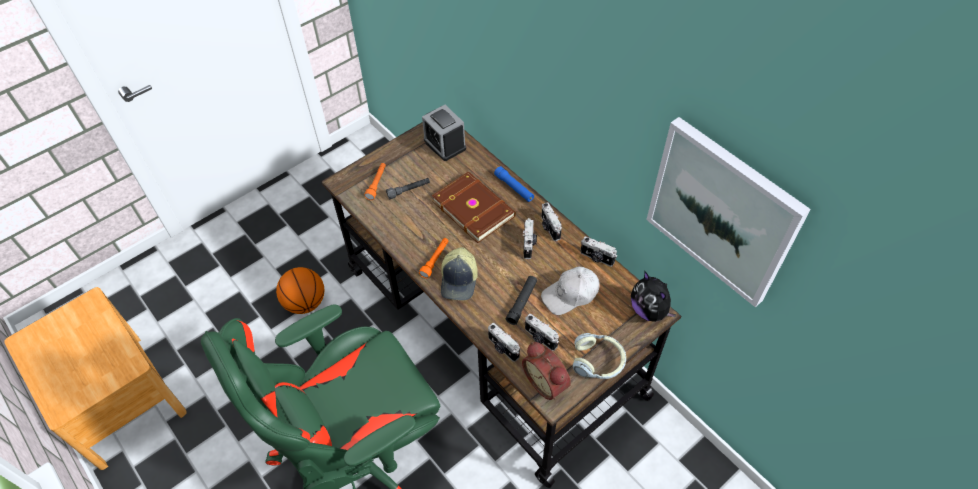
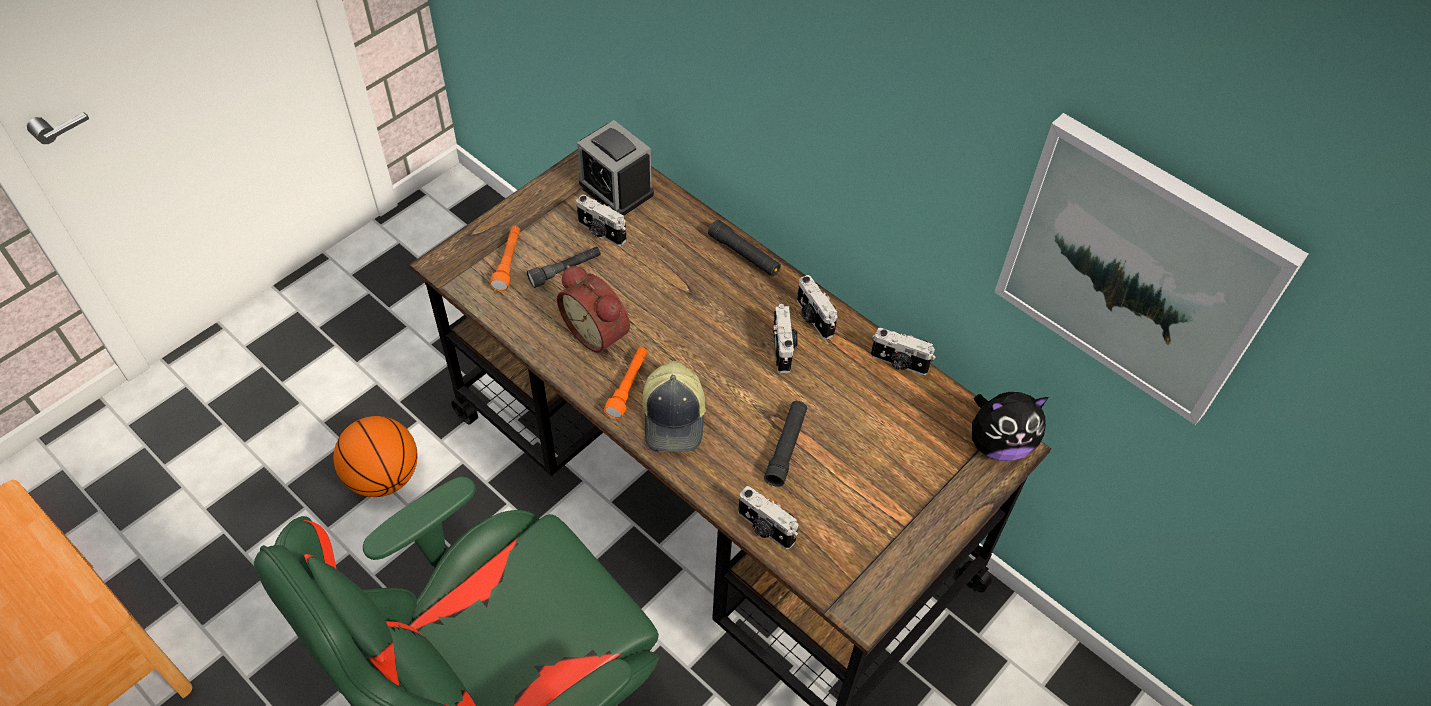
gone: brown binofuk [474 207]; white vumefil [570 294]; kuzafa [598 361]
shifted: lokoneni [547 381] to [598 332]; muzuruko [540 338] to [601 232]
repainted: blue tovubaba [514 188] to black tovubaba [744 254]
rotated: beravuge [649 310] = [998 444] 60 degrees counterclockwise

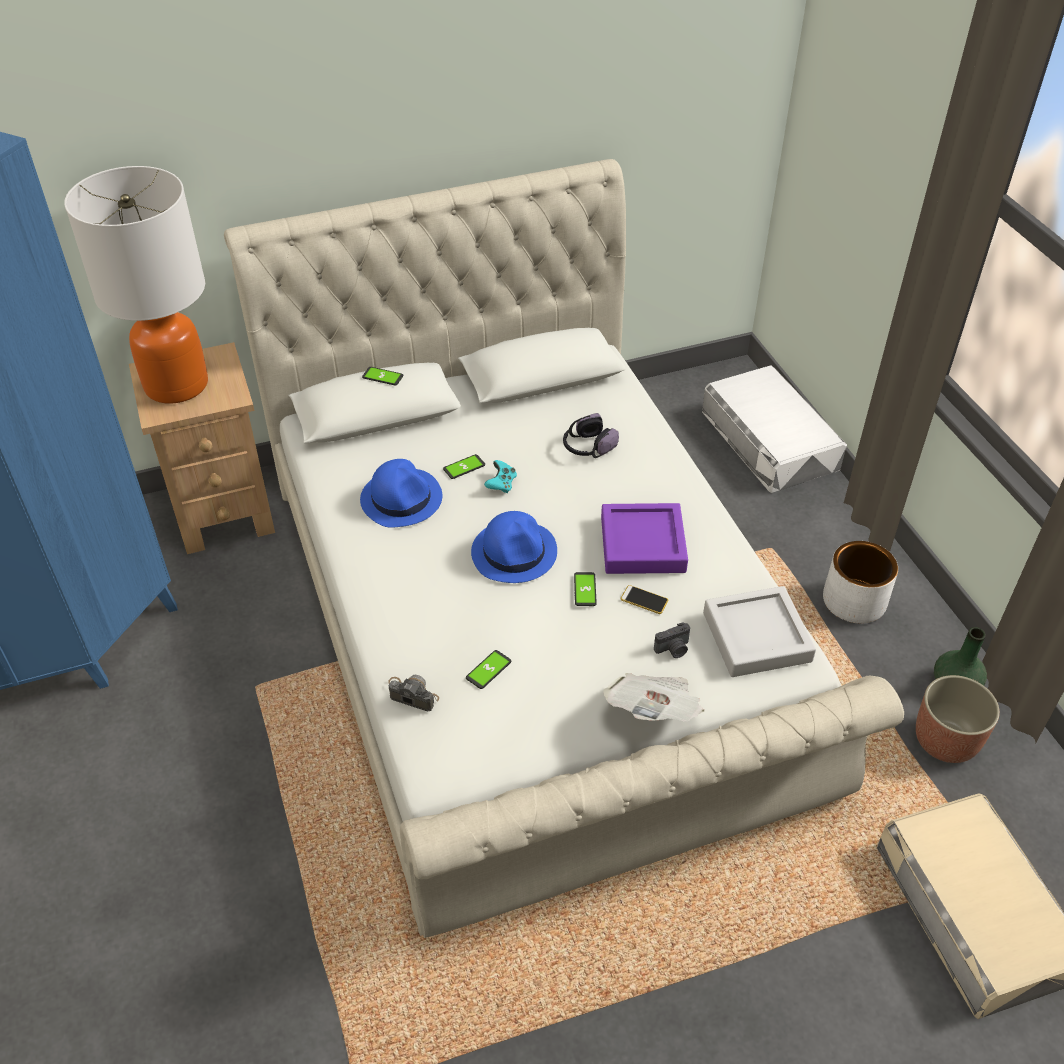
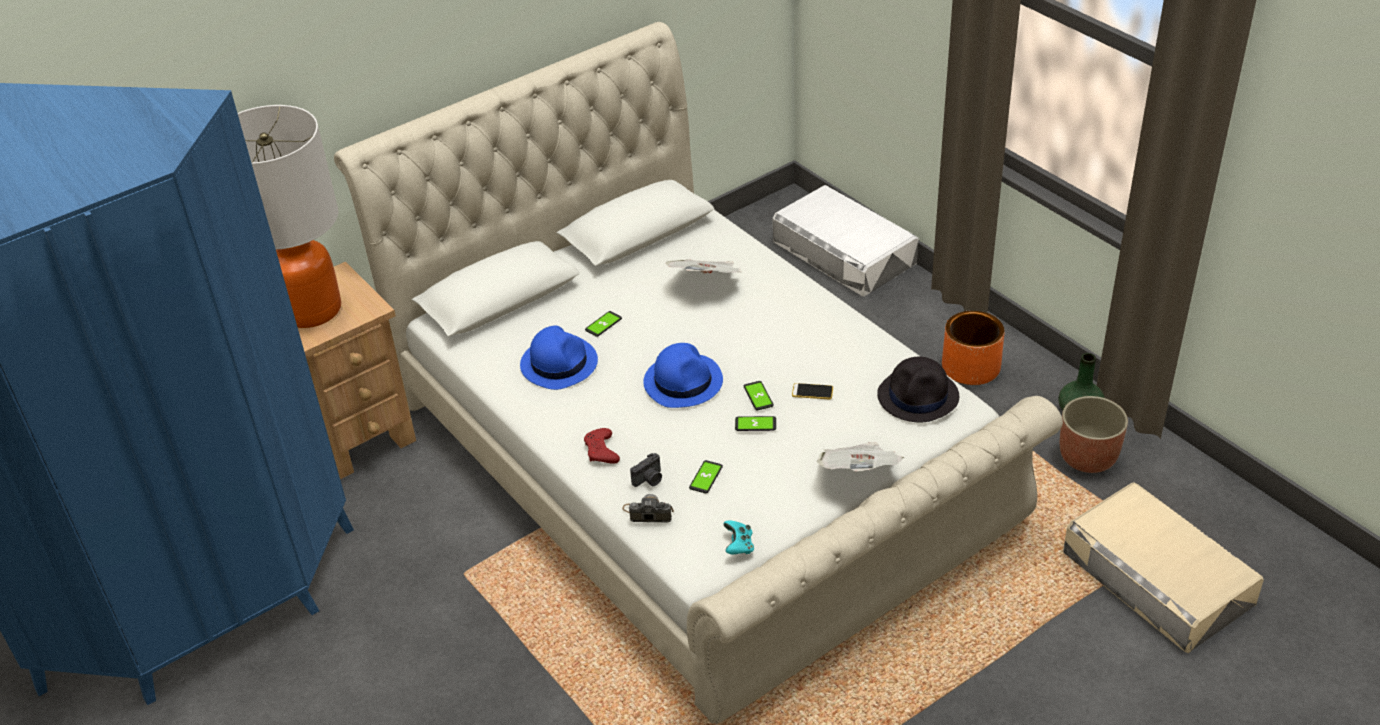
gone: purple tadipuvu [642 544]
new: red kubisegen [601 450]
shifted: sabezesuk [382 377] to [755 424]; turquoise kubisegen [501 484] to [739 546]; muzuruko [673 649] to [649 480]
swapped: kuzafa [587 447] to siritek [707 282]; grey tadipuvu [756 637] to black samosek [918 396]
repainted: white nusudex [854 601] to orange nusudex [971 368]

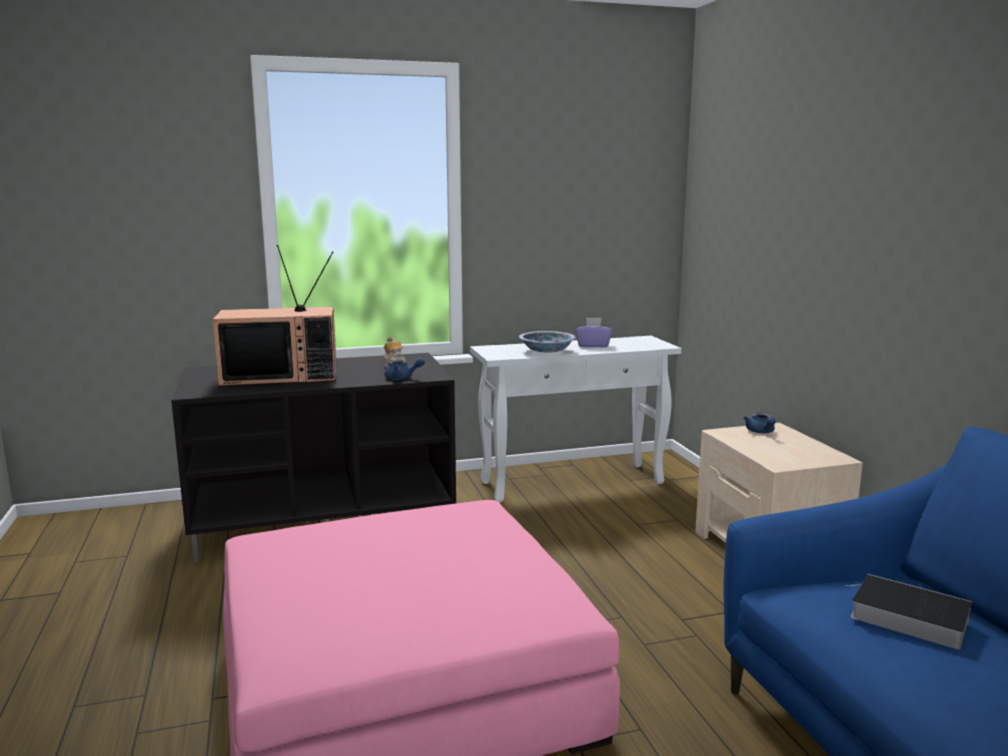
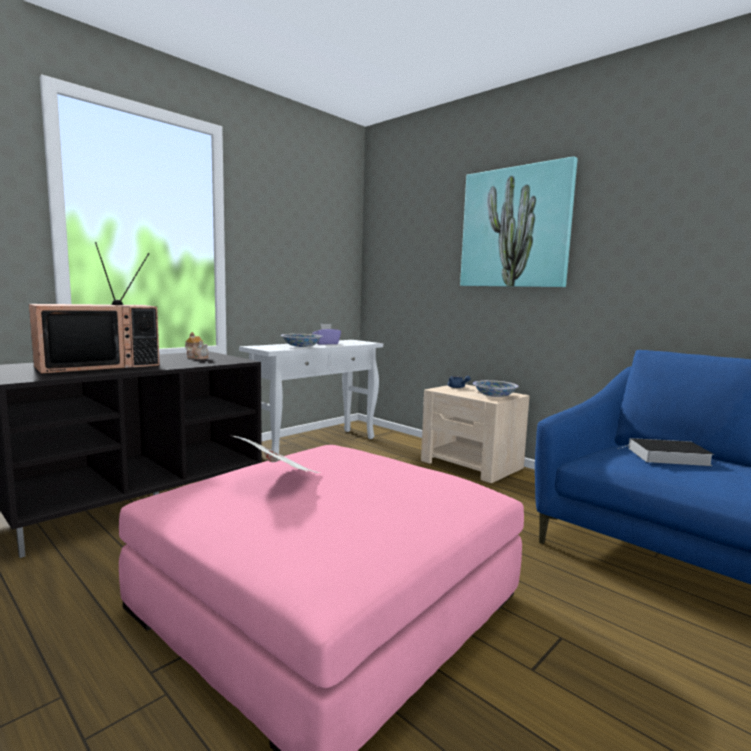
gone: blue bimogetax [402 378]
new: siritek [276 477]; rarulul [515 228]; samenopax [494 396]

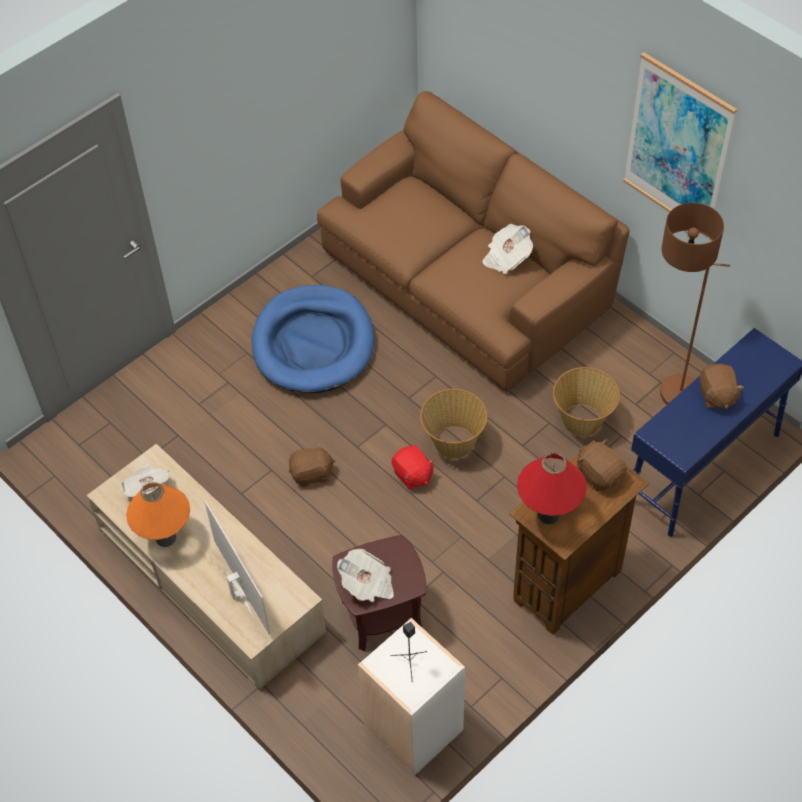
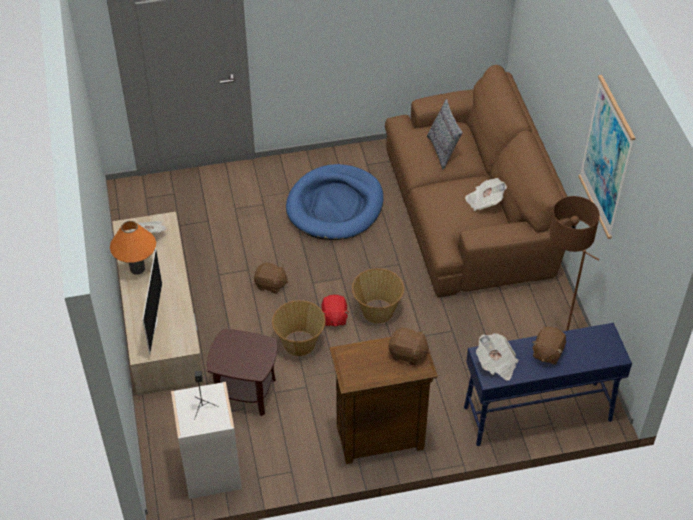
gone: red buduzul [548 514]
new: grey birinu [442 151]
shifted: siritek [367 584] to [496 364]; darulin [582 420] to [299 344]
rotated: brown beravuge [599 475] = [408 354] 120 degrees clockwise

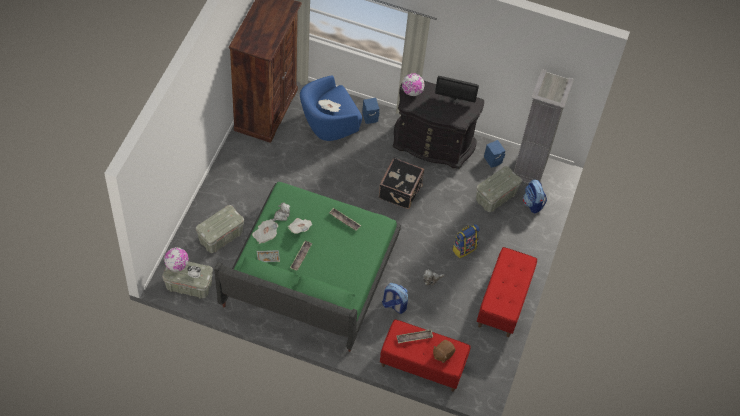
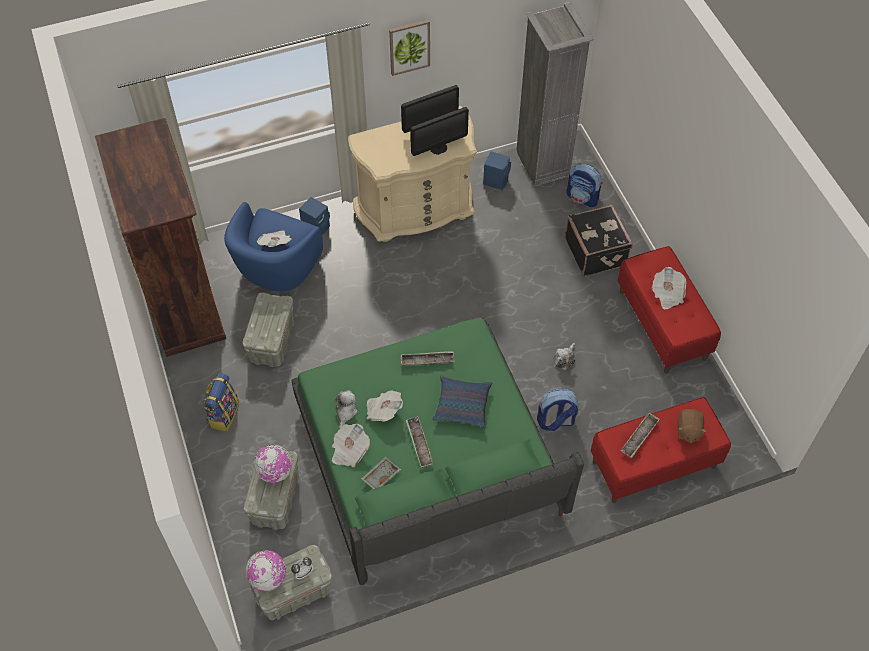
new: rarulul [409 47]; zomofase [438 148]; blue birinu [462 405]; siritek [667 294]
shifted: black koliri [401 191] to [596 251]; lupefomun [412 92] to [275 472]; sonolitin [464 248] to [223 414]; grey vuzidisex [496 197] to [272 341]
repainted: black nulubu [431 147] to beige nulubu [417 212]

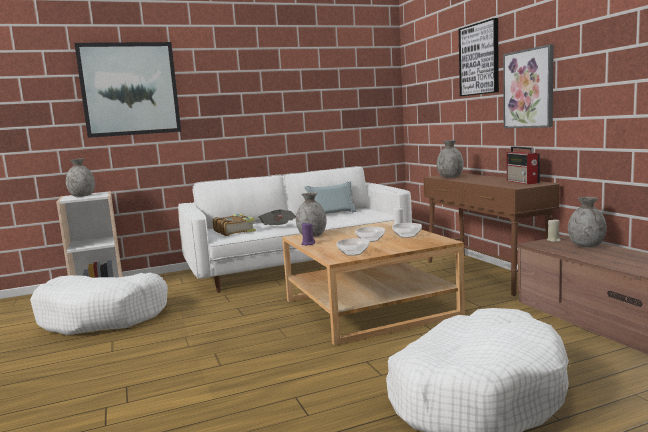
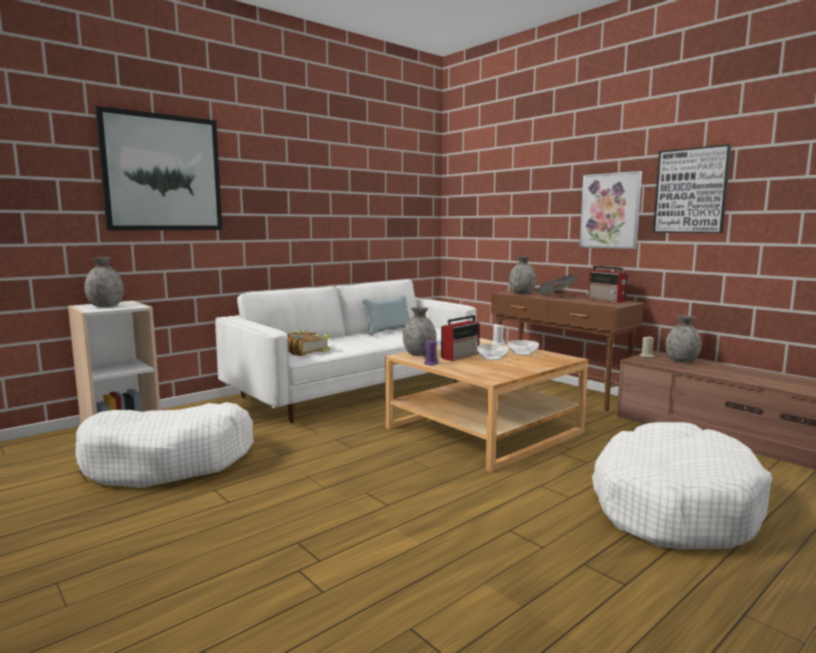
gone: samenopax [353 253]
new: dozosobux [461 356]
shifted: siritek [278 228] to [555 296]; rarulul [479 59] to [691 191]

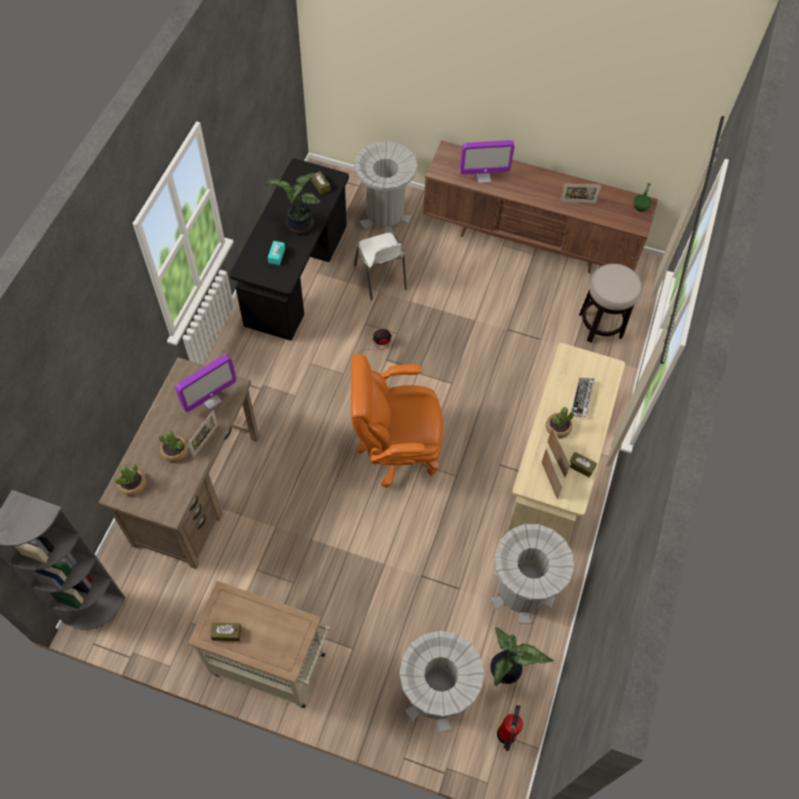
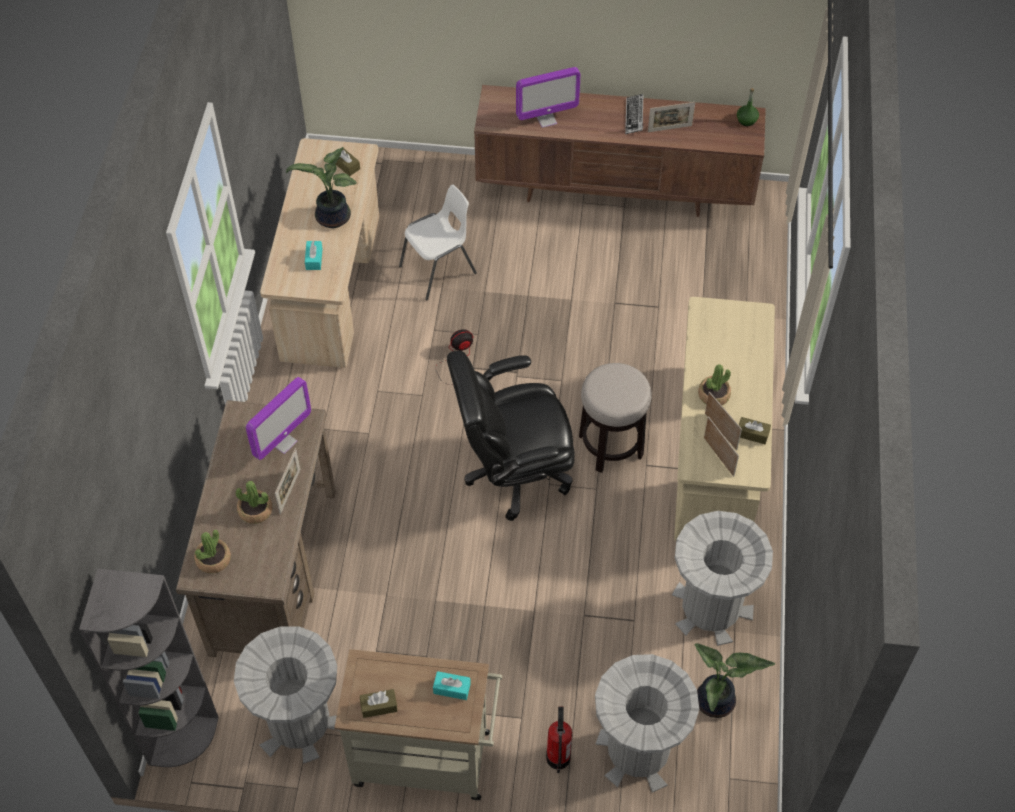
new: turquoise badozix [452 688]
shifted: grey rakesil [385 215] to [299 722]; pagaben [506 734] to [558 758]; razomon [582 398] to [634 116]; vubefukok [601 325] to [611 445]
repainted: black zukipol [296 275] to beige zukipol [331 287]; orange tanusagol [395 449] to black tanusagol [512 472]
rotated: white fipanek [380 278] = [439 270] 90 degrees counterclockwise

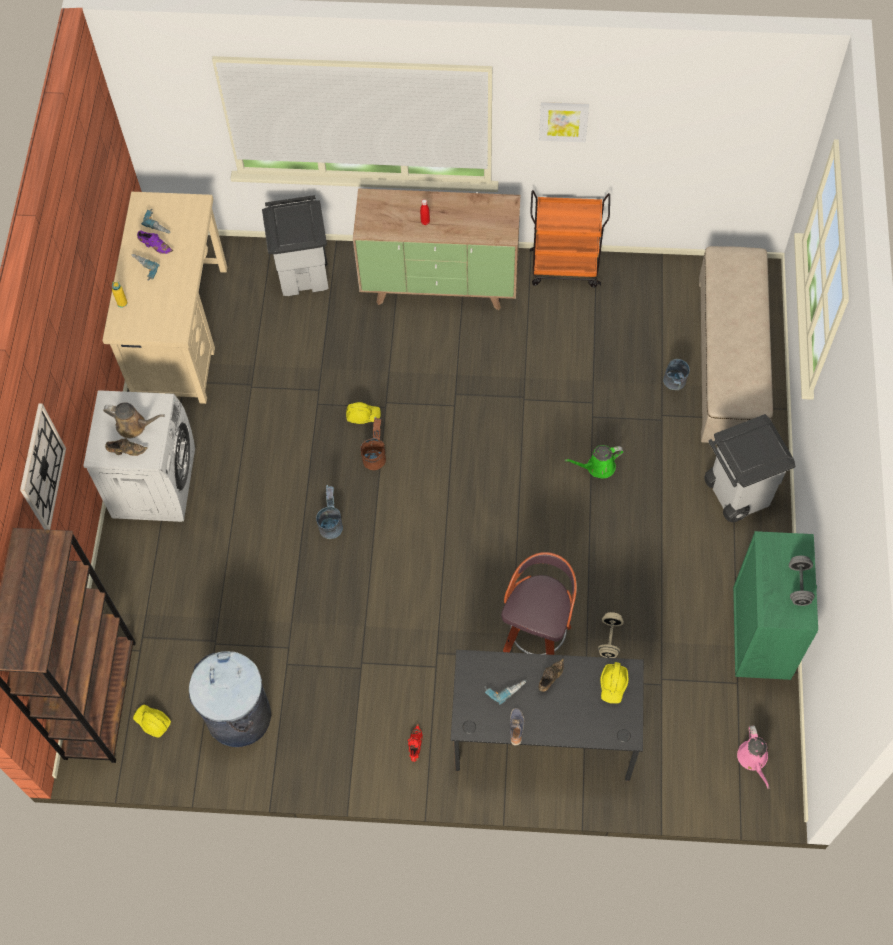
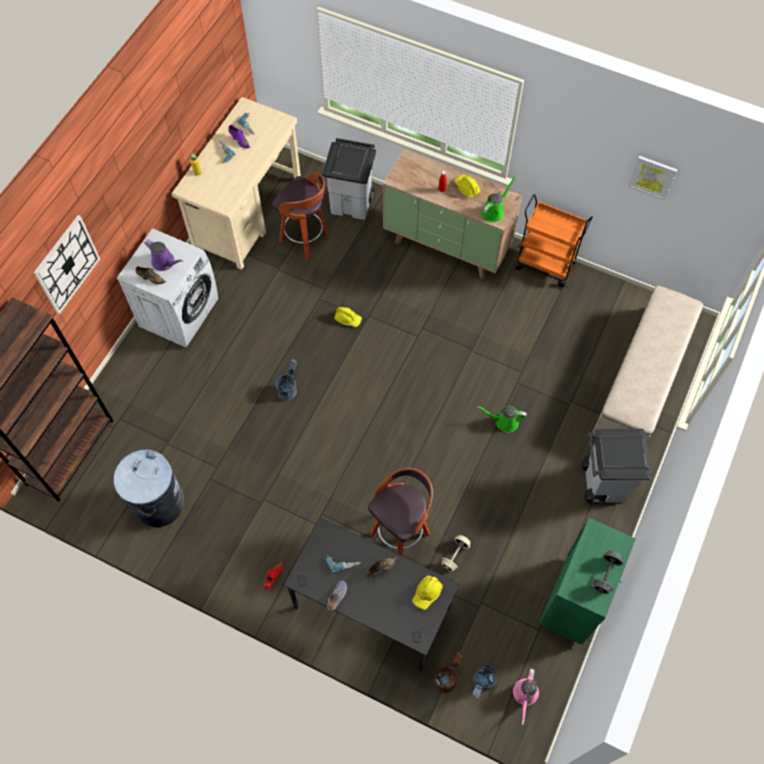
new: vubefukok [306 239]; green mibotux [494 211]
shifted: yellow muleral [152 722] to [467 188]; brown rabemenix [375 456] to [447 678]; rarulul [563 121] to [652 177]; grey rabemenix [674 384] to [481 683]
repainted: brown mibotux [134 425] to purple mibotux [165 262]

